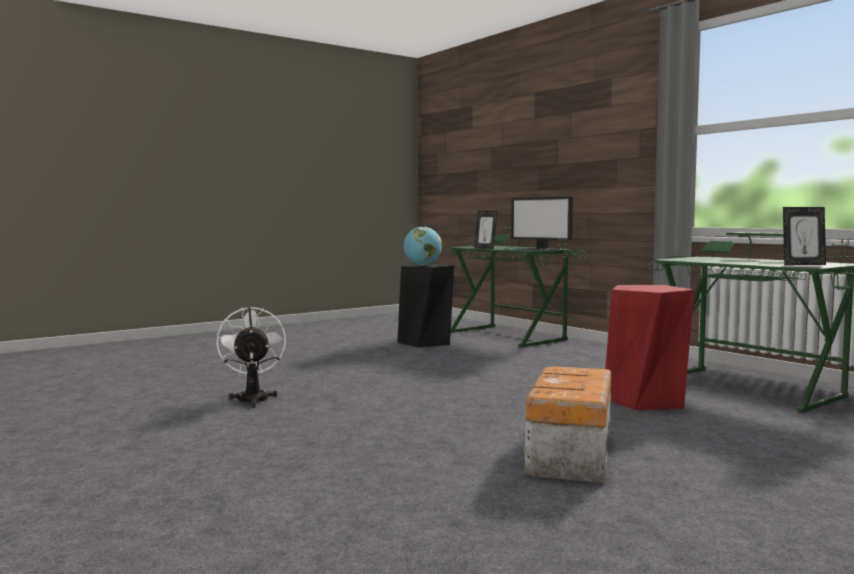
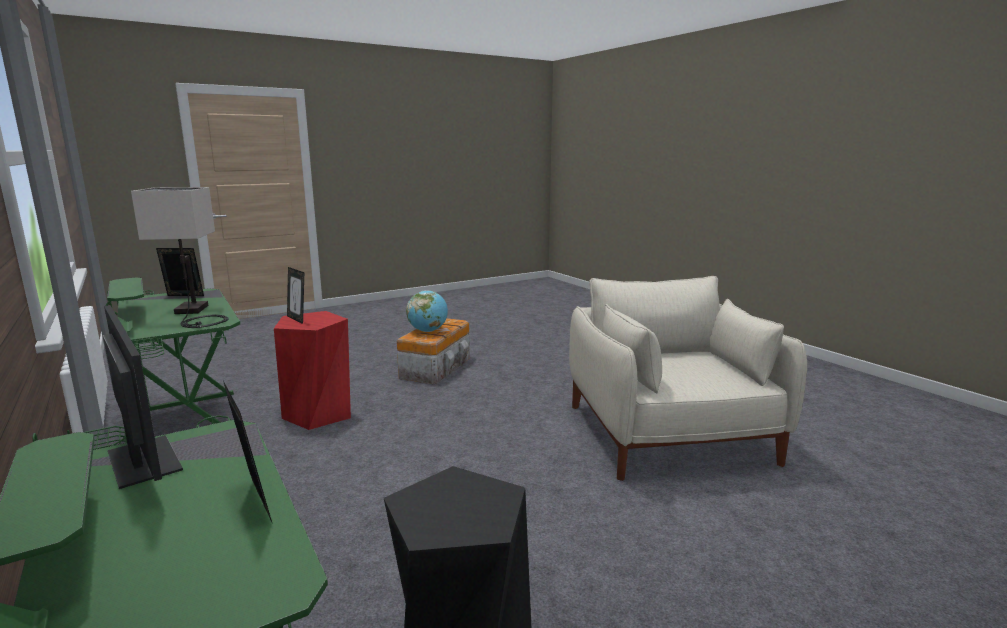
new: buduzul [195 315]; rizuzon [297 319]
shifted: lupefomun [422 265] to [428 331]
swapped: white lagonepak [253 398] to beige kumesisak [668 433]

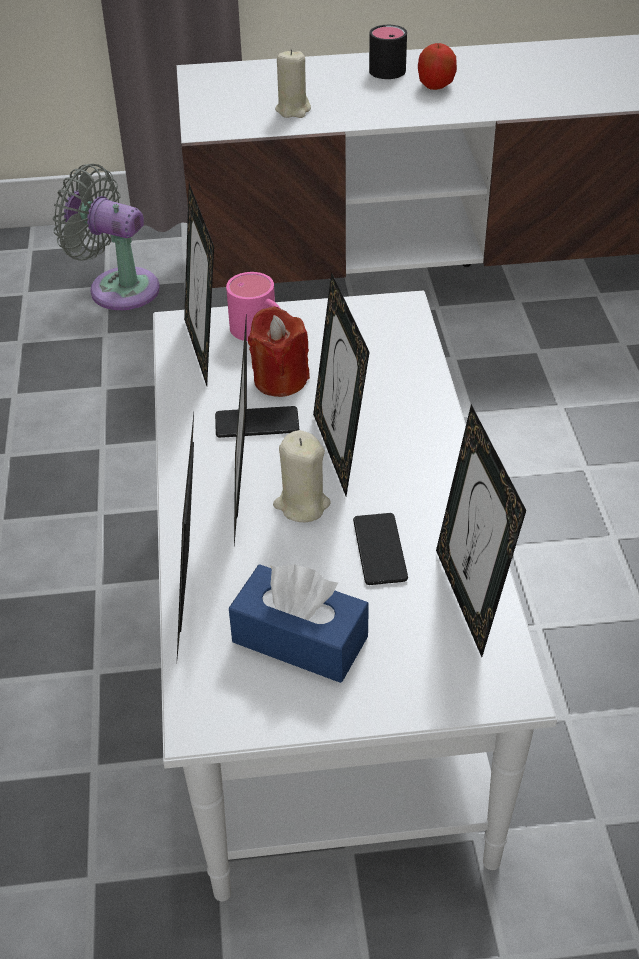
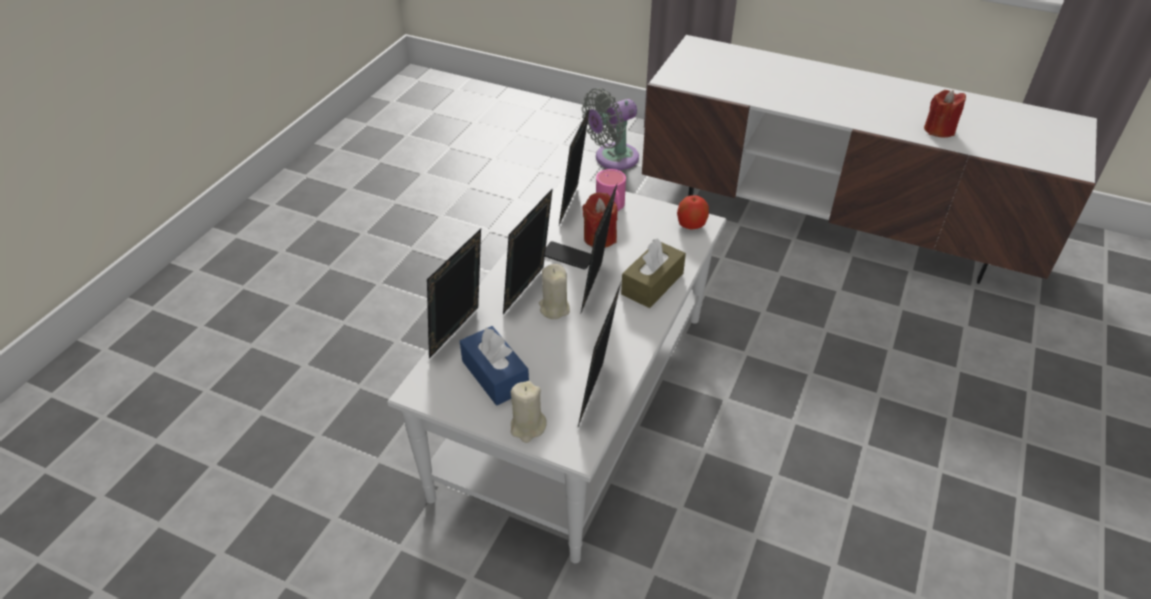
gone: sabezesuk [380 549]; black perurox [387 67]
new: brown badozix [652 284]; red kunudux [939 130]
shifted: beige kunudux [293 110] to [527 427]; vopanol [435 86] to [691 225]
rotated: grey lagonepak [118 288] = [612 159] 90 degrees counterclockwise

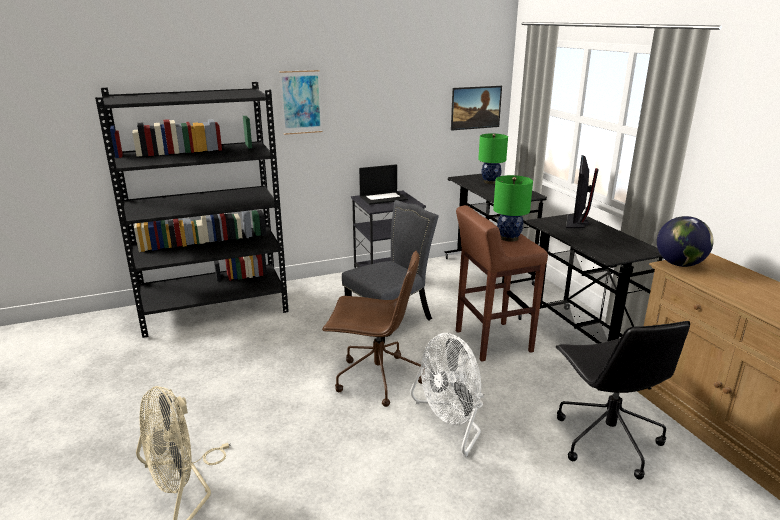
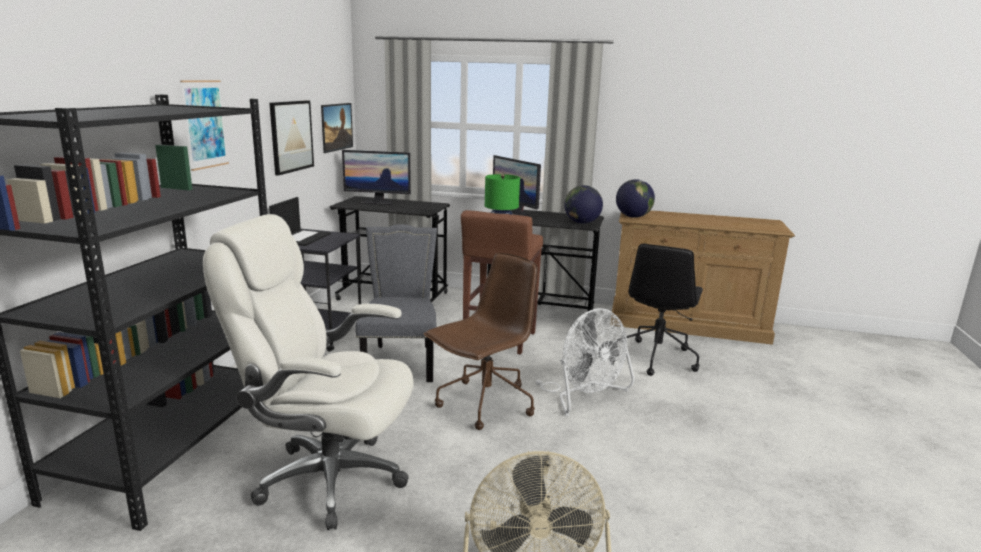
new: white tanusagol [329 479]; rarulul [291 136]; lupefomun [581 223]
swapped: green buduzul [490 182] to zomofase [378 202]
rotated: white lagonepak [453 420] = [582 396] 45 degrees counterclockwise; black tanusagol [604 438] = [656 357] 90 degrees clockwise

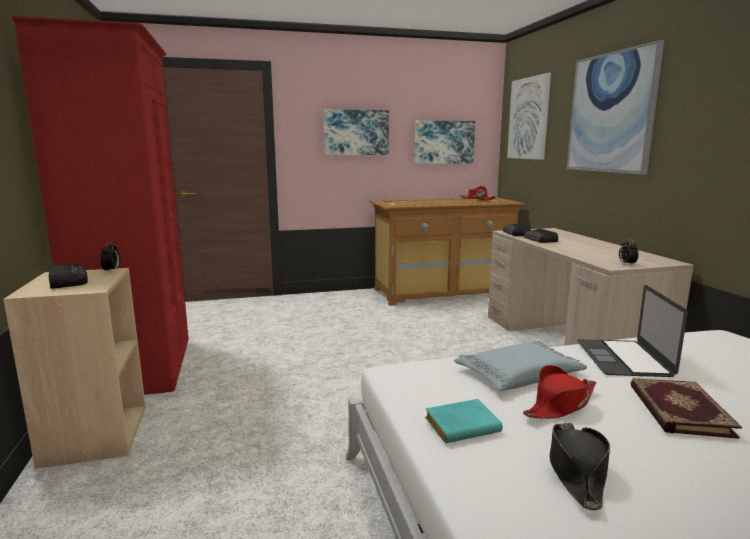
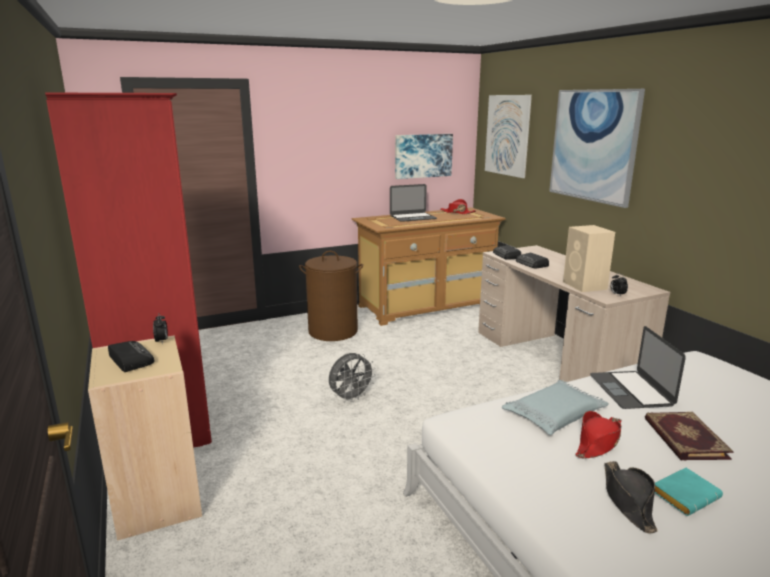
gone: rarulul [356 132]
new: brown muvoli [333 331]; grey lagonepak [351 398]; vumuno [413 217]; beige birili [585 286]
shifted: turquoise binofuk [463 425] to [685 494]

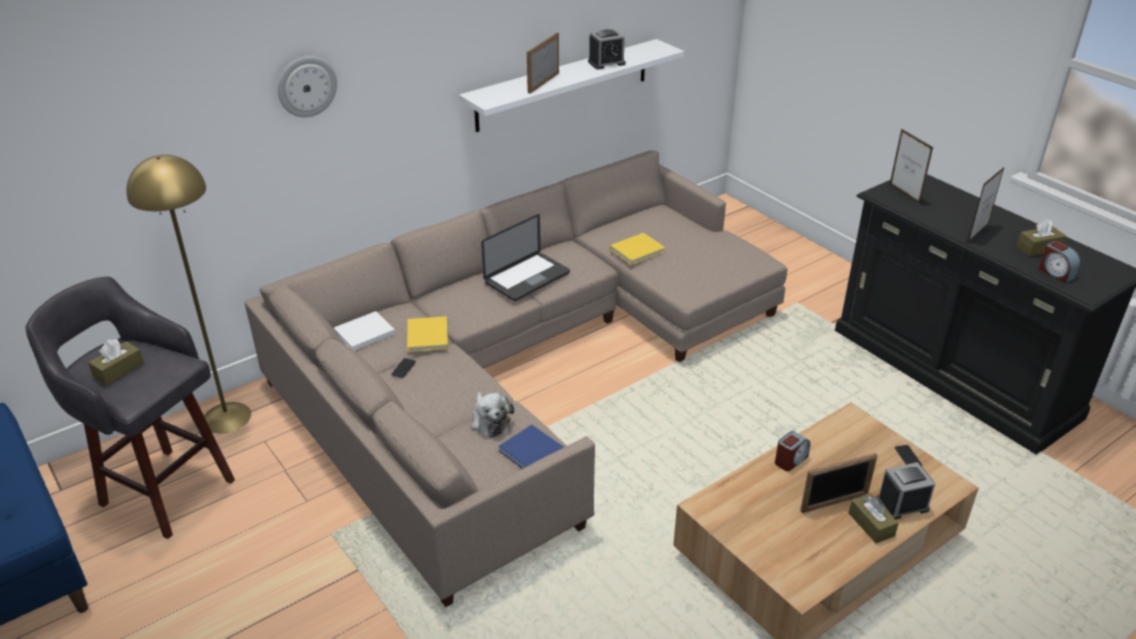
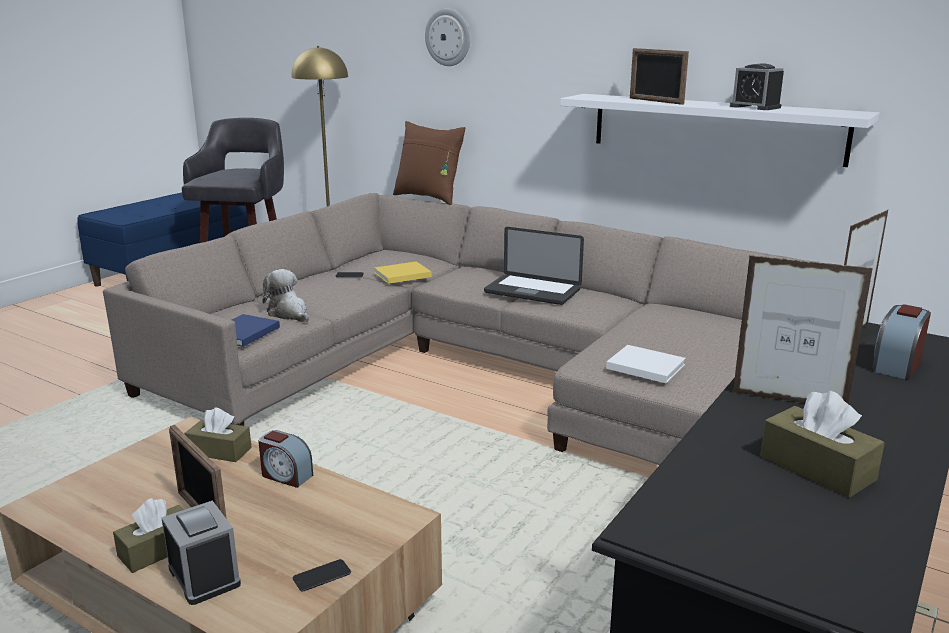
gone: yellow binofuk [638 250]
new: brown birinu [428 198]
shifted: brown badozix [119 370] to [219 451]; white binofuk [363 333] to [643 366]; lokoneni [1056 273] to [896 365]
rotated: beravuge [490 422] = [288 314] 90 degrees clockwise; rizuzon [543 83] = [655 101] 135 degrees counterclockwise

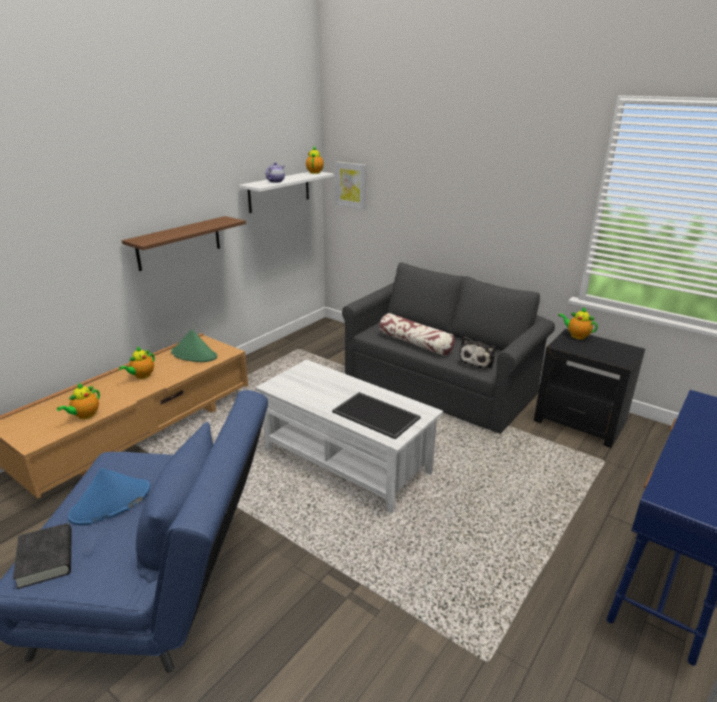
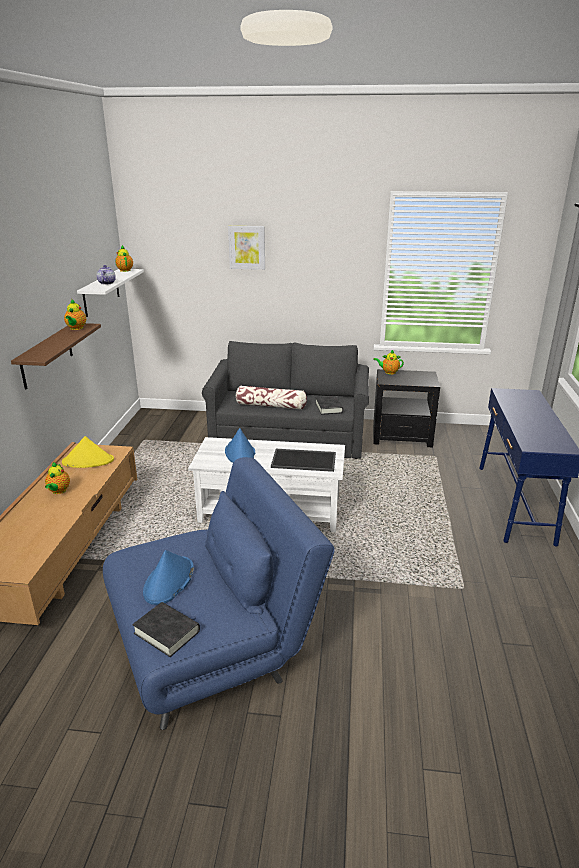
new: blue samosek [240 453]
shifted: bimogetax [85 415] to [76 328]; rarulul [351 185] to [247 247]
swapped: beravuge [477 362] to black binofuk [329 408]
repainted: green samosek [194 355] to yellow samosek [88 461]

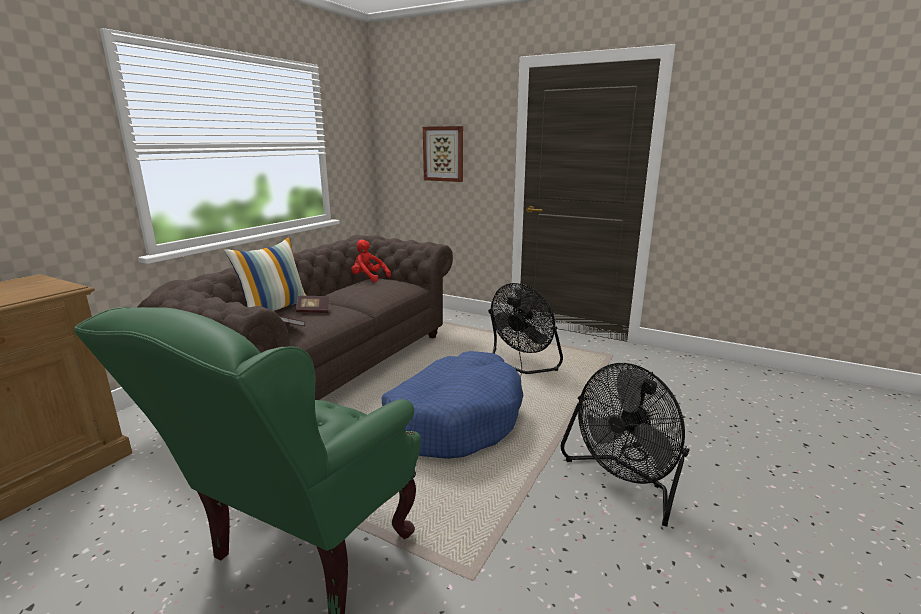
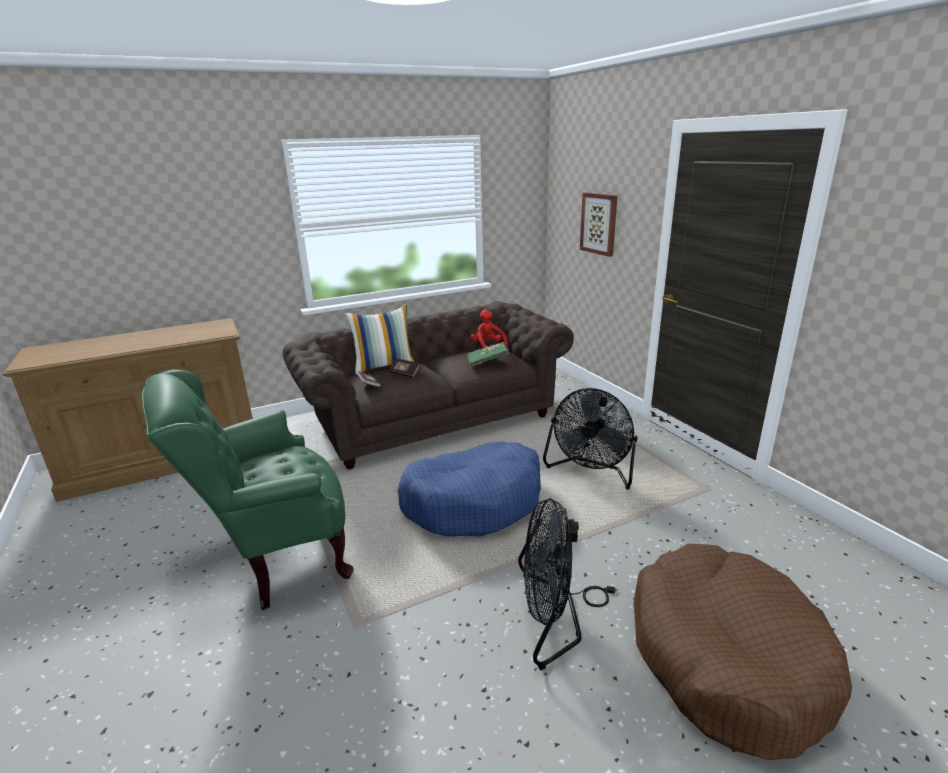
new: green binofuk [487 361]; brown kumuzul [725 658]
rotated: black lagonepak [517 366] = [589 469] 135 degrees clockwise

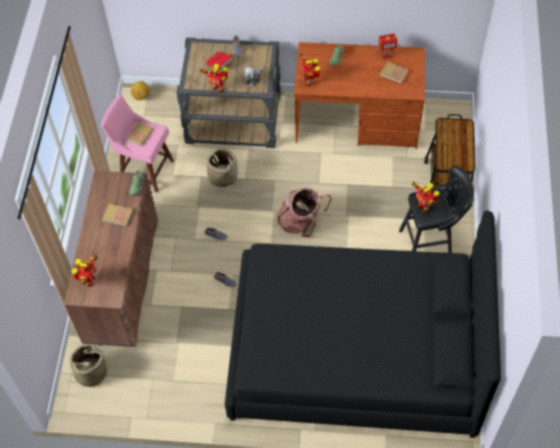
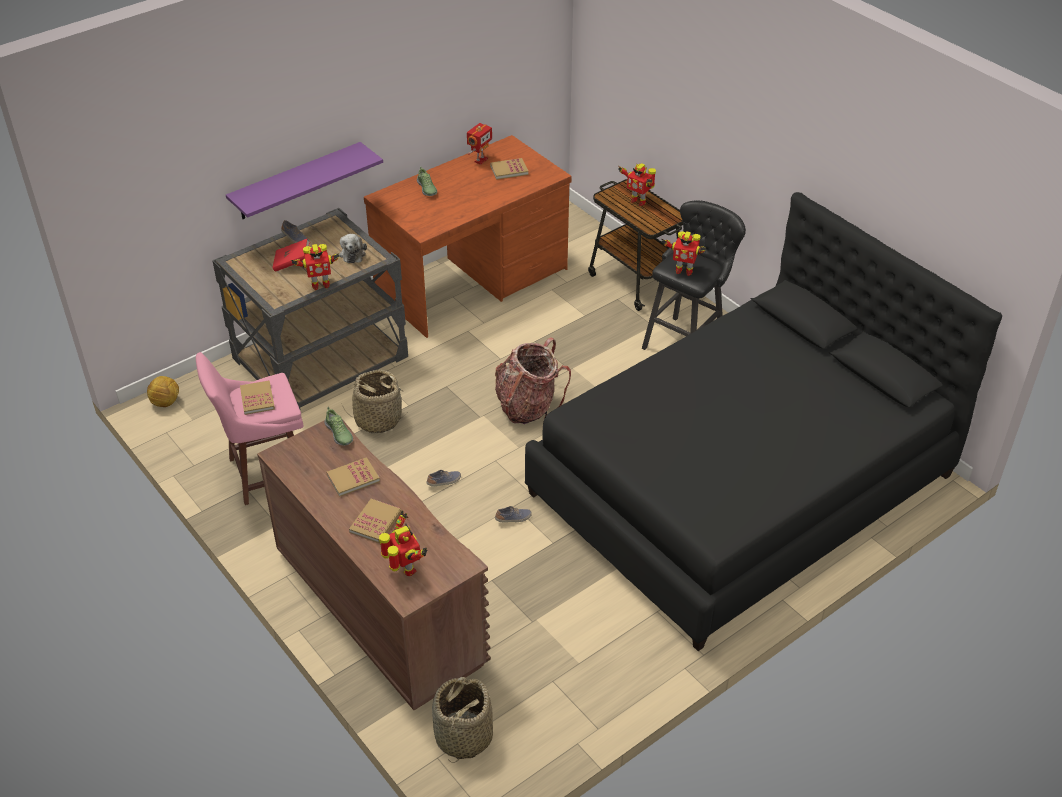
new: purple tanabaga [296 181]; binofuk [375 522]
shifted: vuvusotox [308 81] to [638 201]

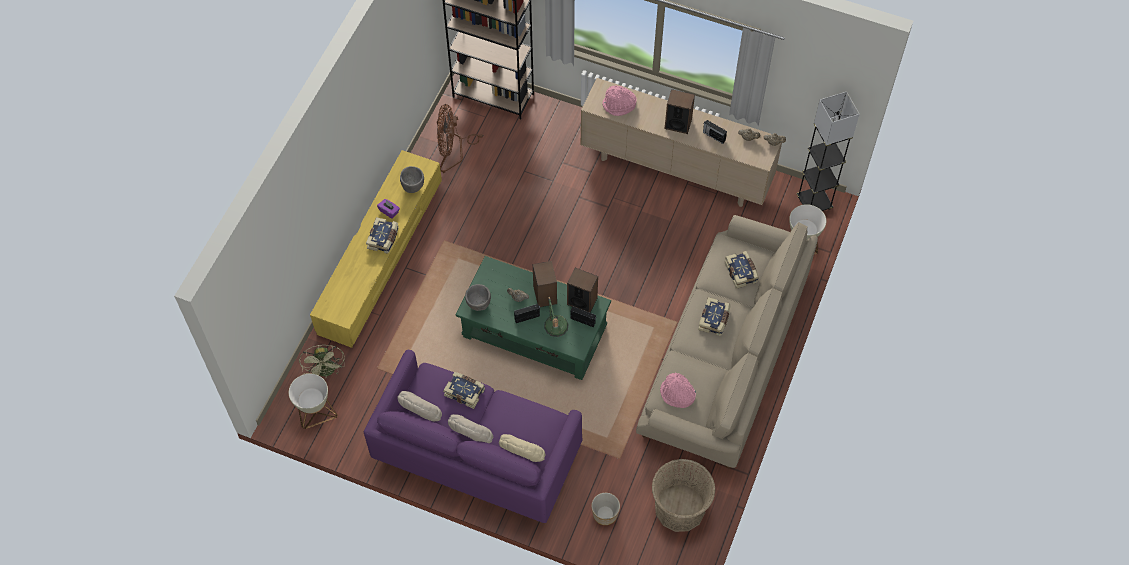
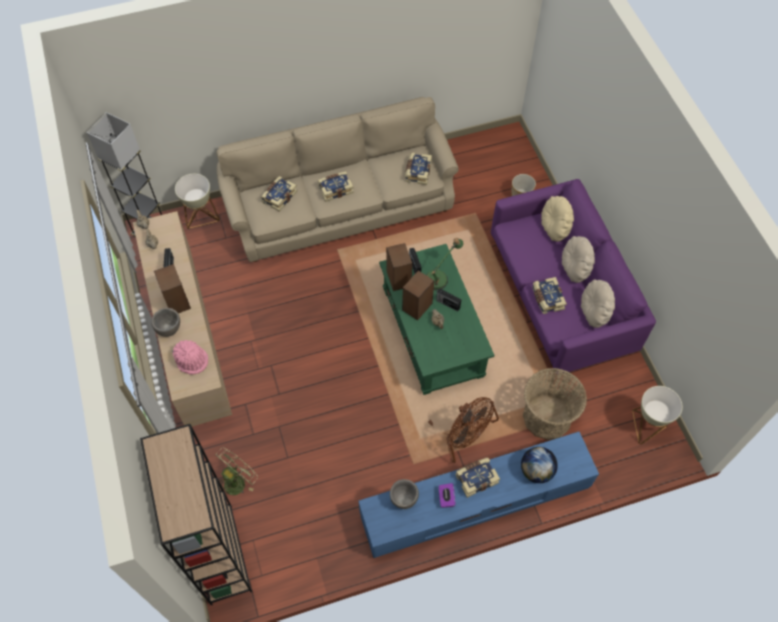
new: lupefomun [536 471]
shifted: green lagonepak [327 372] to [237 480]; brown lagonepak [453 148] to [462 434]; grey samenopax [478 305] to [169 330]; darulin [679 508] to [547 417]
swapped: pink samosek [677 394] to binofuk [417 172]
repainted: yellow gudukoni [380 257] to blue gudukoni [475 502]

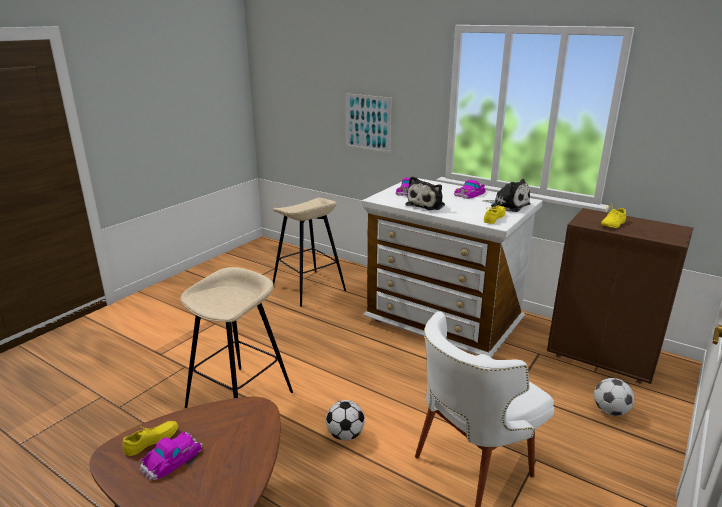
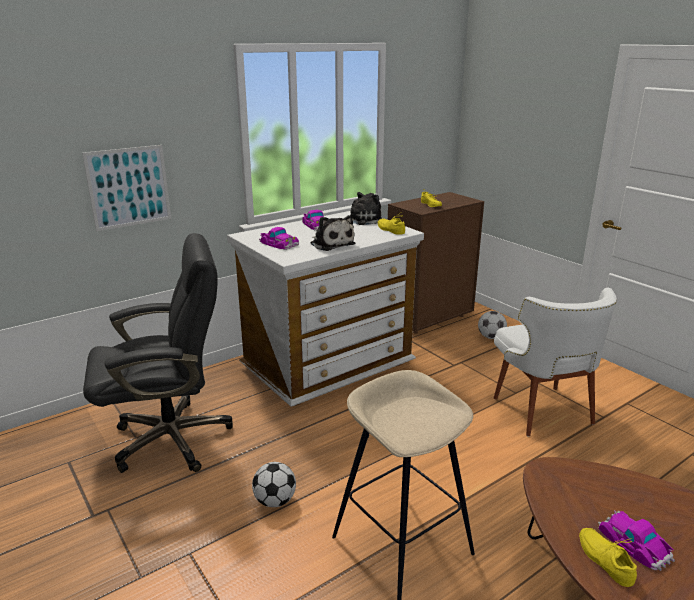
shifted: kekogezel [345 435] to [275 501]
swapped: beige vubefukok [308 288] to black tanusagol [169 440]

